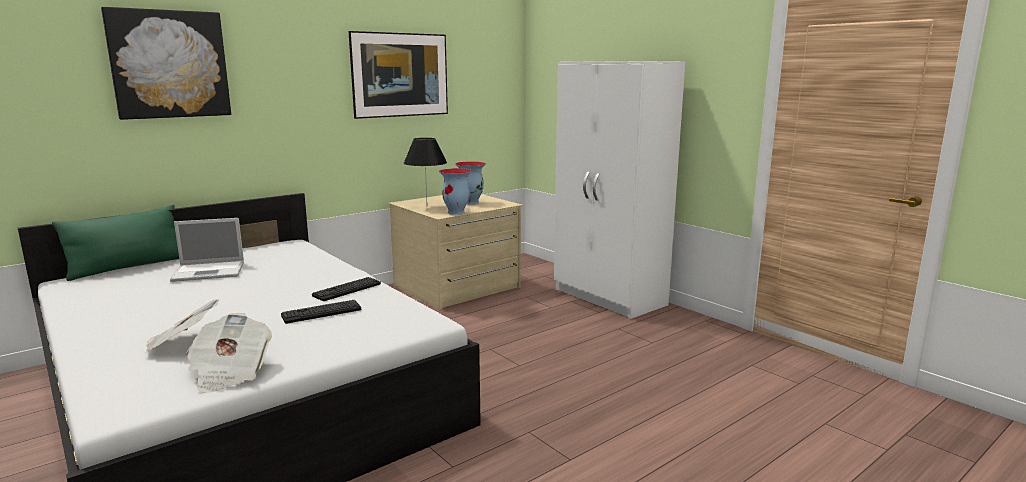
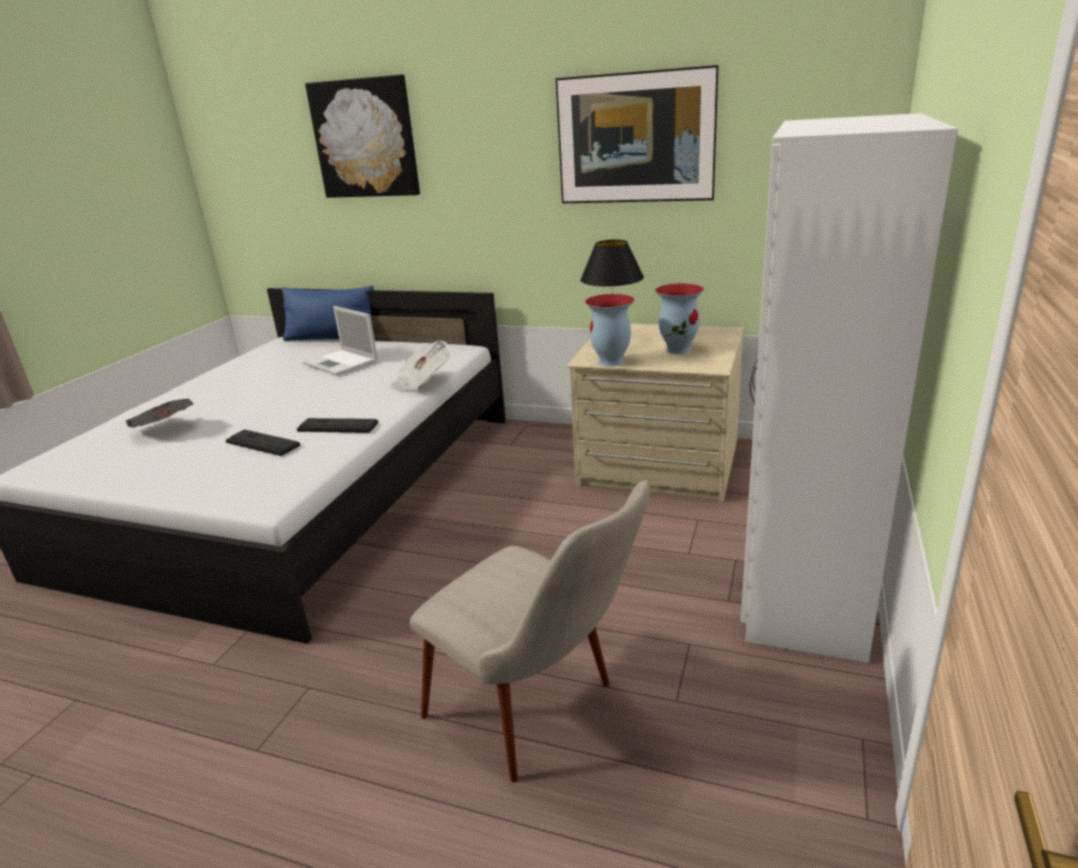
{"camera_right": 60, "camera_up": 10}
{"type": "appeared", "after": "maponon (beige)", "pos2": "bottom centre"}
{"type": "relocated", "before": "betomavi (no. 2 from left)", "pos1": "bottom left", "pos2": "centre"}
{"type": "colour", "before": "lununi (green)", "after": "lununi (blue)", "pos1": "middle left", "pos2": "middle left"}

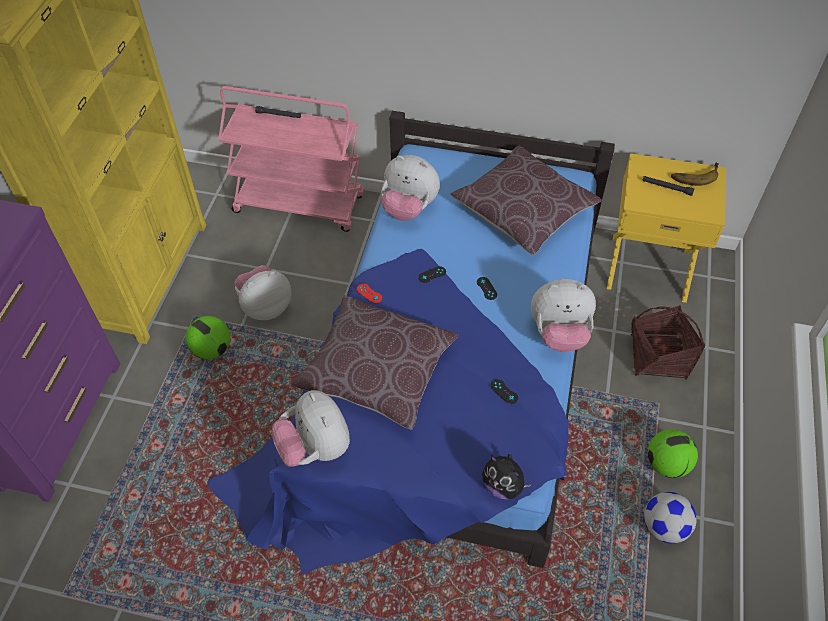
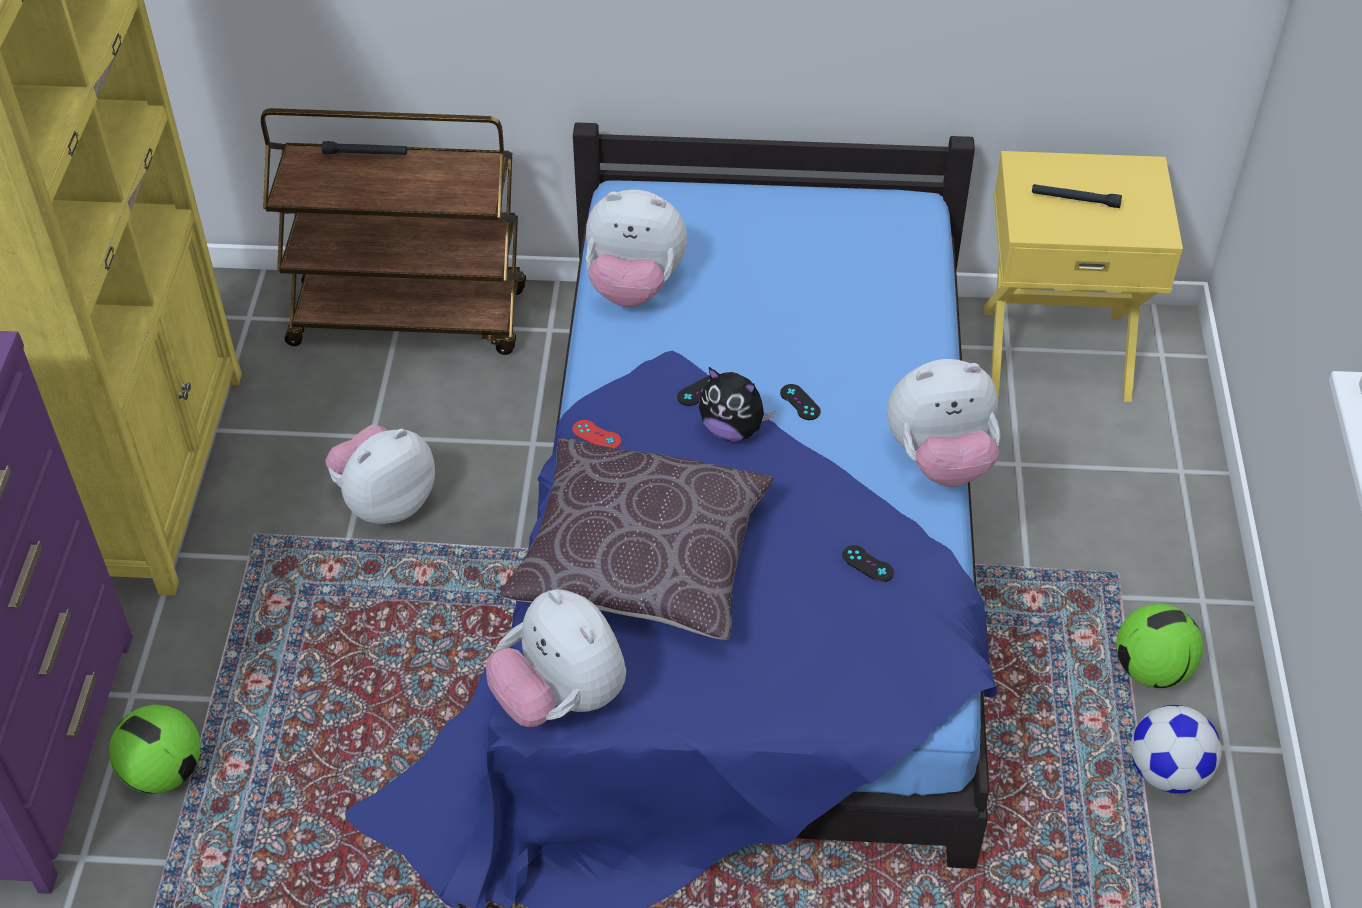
{"camera_right": -10, "camera_up": -5}
{"type": "missing", "before": "lununi (brown) (no. 2 from left)", "pos1": "top centre"}
{"type": "missing", "before": "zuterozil", "pos1": "middle right"}
{"type": "missing", "before": "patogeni", "pos1": "top right"}
{"type": "relocated", "before": "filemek (no. 1 from left)", "pos1": "middle left", "pos2": "bottom left"}
{"type": "relocated", "before": "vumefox (no. 4 from left)", "pos1": "bottom centre", "pos2": "centre"}
{"type": "colour", "before": "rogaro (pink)", "after": "rogaro (brown)", "pos1": "top centre", "pos2": "top left"}

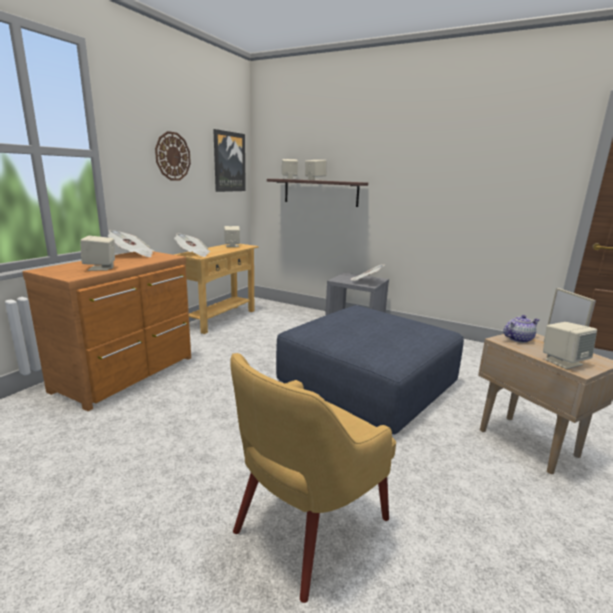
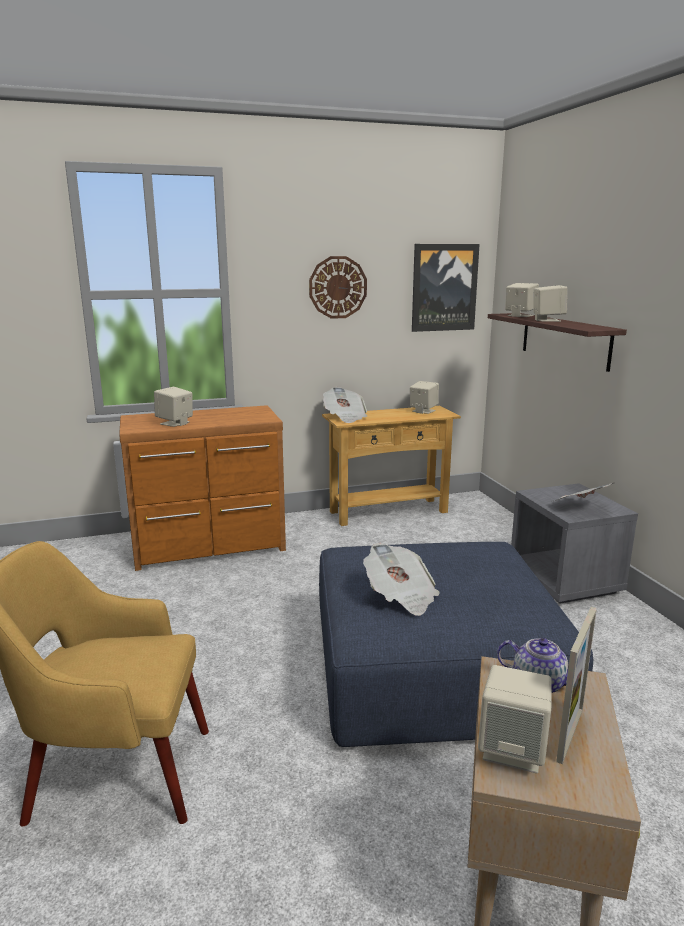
{"camera_right": 45, "camera_up": 0}
{"type": "relocated", "before": "betomavi (no. 1 from left in the first image)", "after": "betomavi (no. 2 from left)", "pos1": "middle left", "pos2": "centre"}

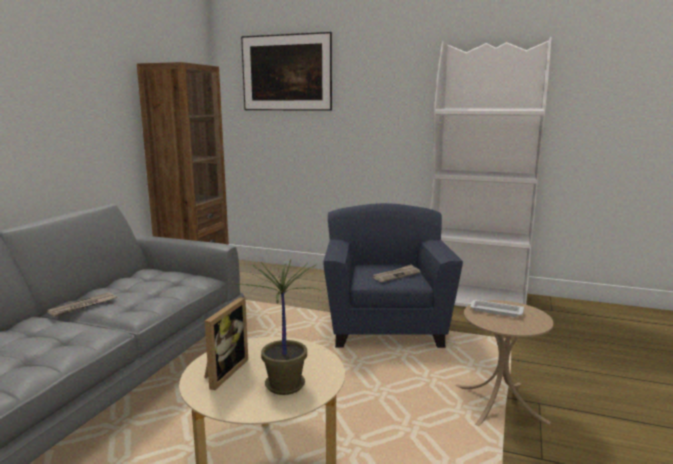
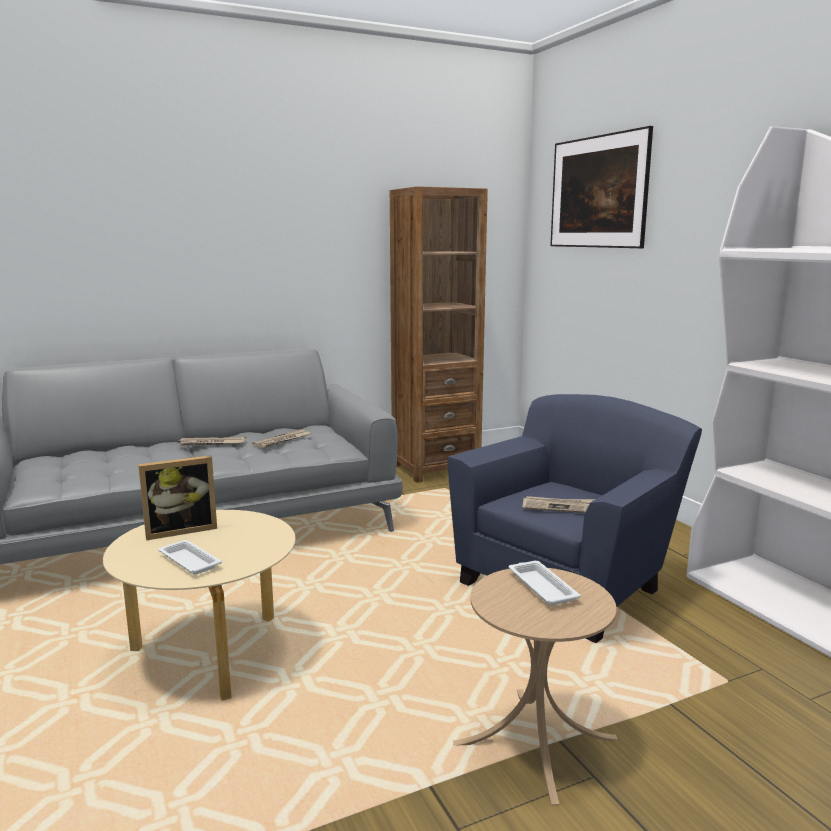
{"camera_right": 45, "camera_up": 0}
{"type": "appeared", "after": "betomavi (no. 2 from left)", "pos2": "centre"}
{"type": "exchanged", "before": "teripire", "after": "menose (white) (no. 1 from left)", "pos1": "bottom centre", "pos2": "bottom left"}

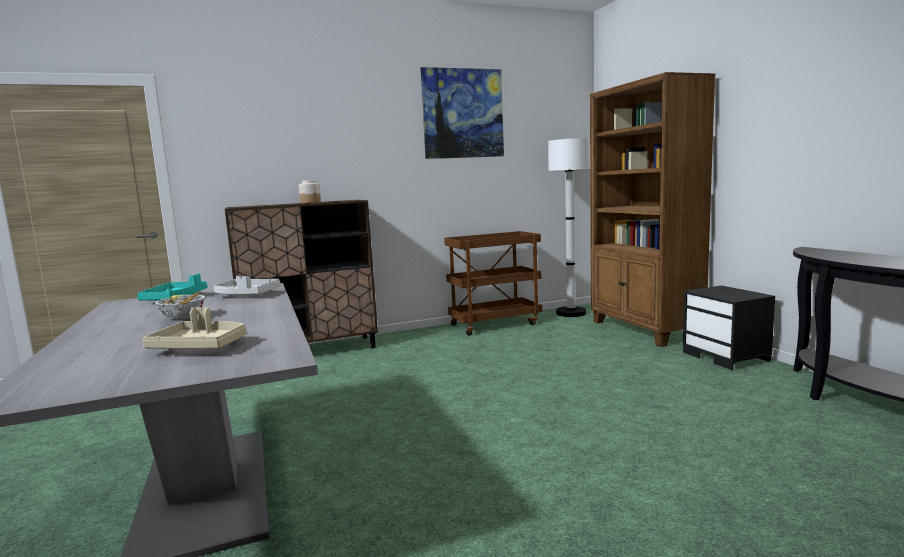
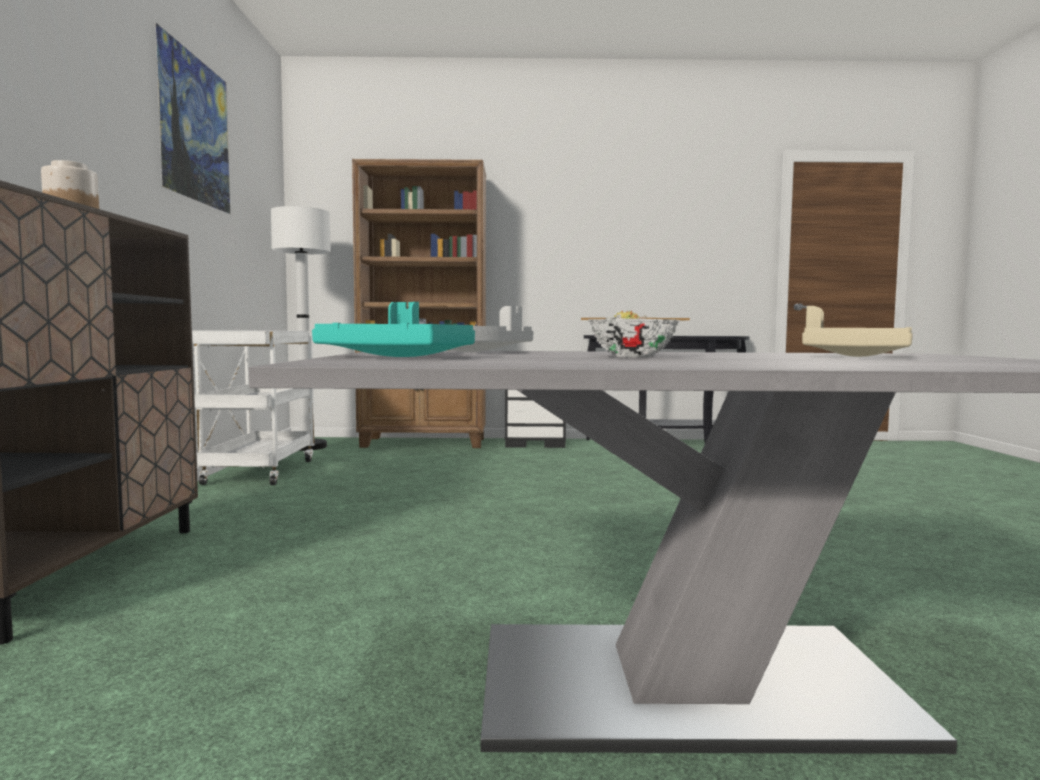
{"camera_right": -70, "camera_up": -5}
{"type": "colour", "before": "rogaro (brown)", "after": "rogaro (white)", "pos1": "centre", "pos2": "middle left"}

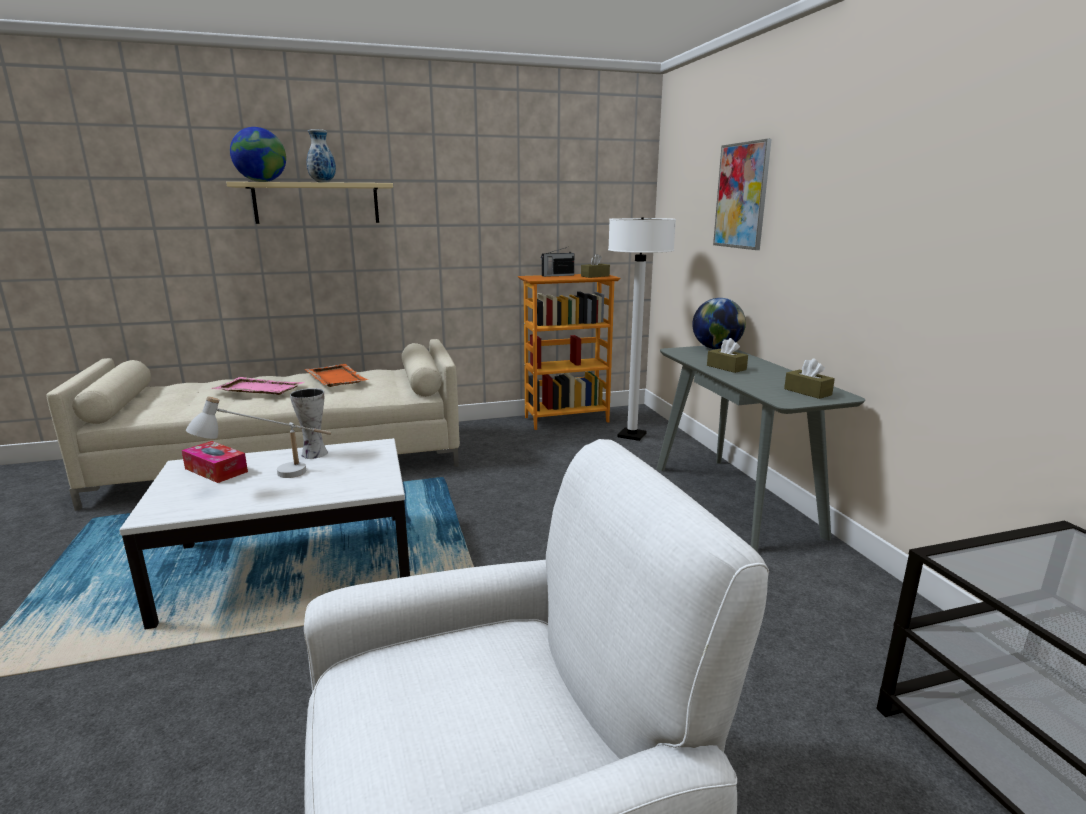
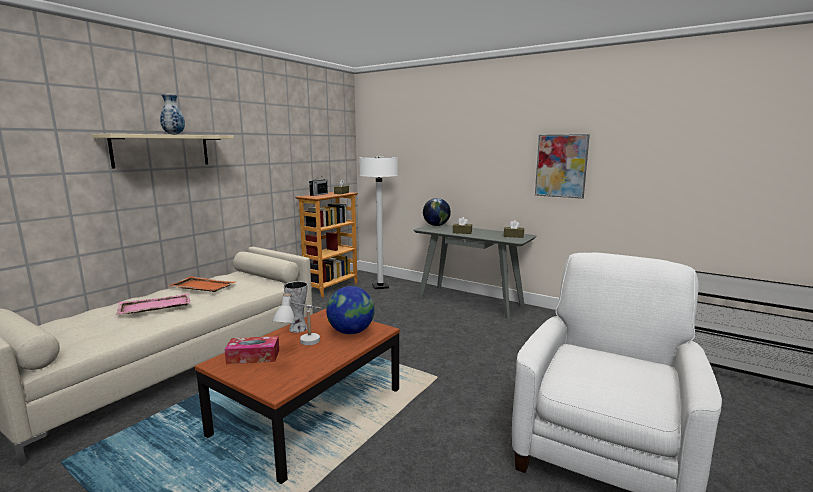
{"camera_right": -40, "camera_up": -5}
{"type": "relocated", "before": "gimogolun (no. 1 from left)", "pos1": "top left", "pos2": "centre"}
{"type": "relocated", "before": "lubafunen", "pos1": "top right", "pos2": "middle right"}
{"type": "colour", "before": "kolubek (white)", "after": "kolubek (brown)", "pos1": "middle left", "pos2": "bottom centre"}

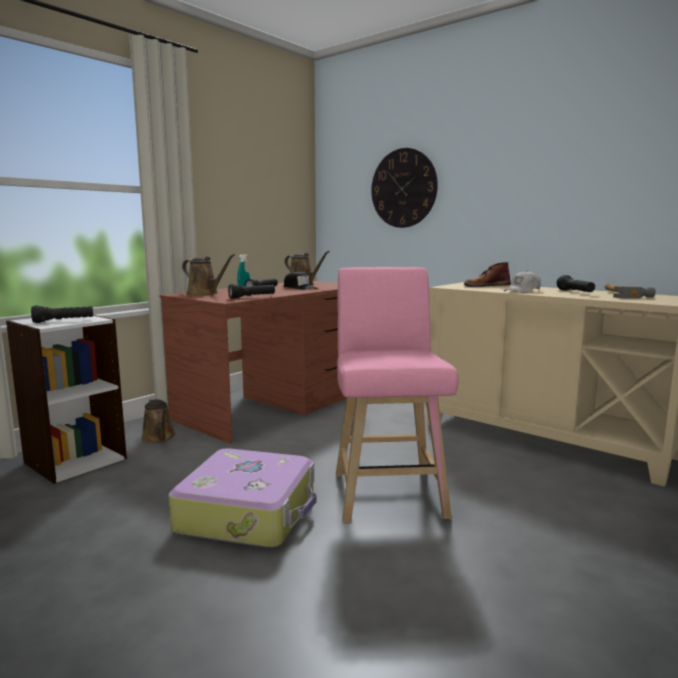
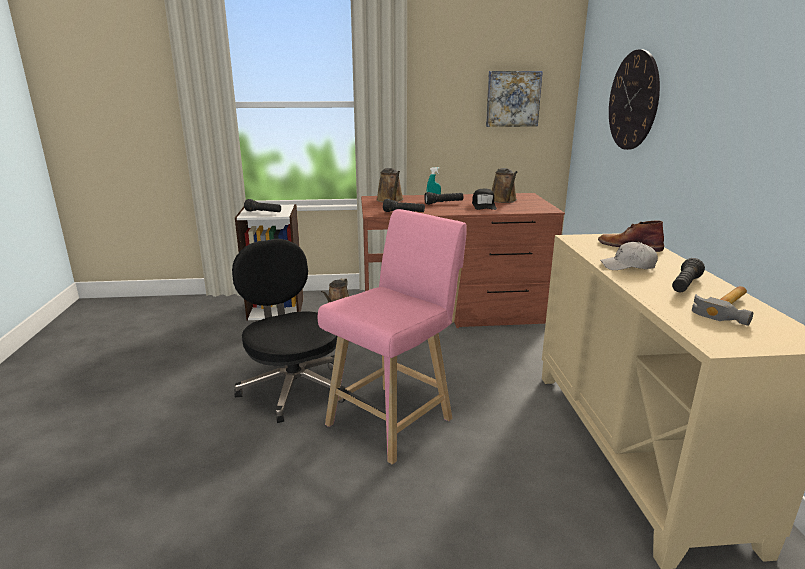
{"camera_right": 45, "camera_up": 10}
{"type": "appeared", "after": "lubafunen", "pos2": "top centre"}
{"type": "exchanged", "before": "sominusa", "after": "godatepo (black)", "pos1": "bottom centre", "pos2": "centre"}

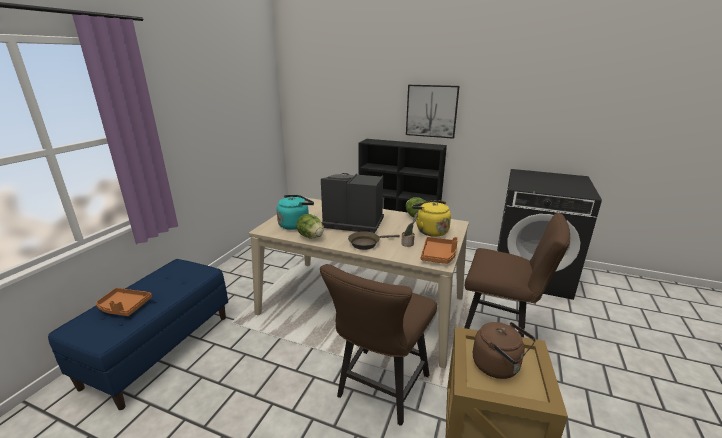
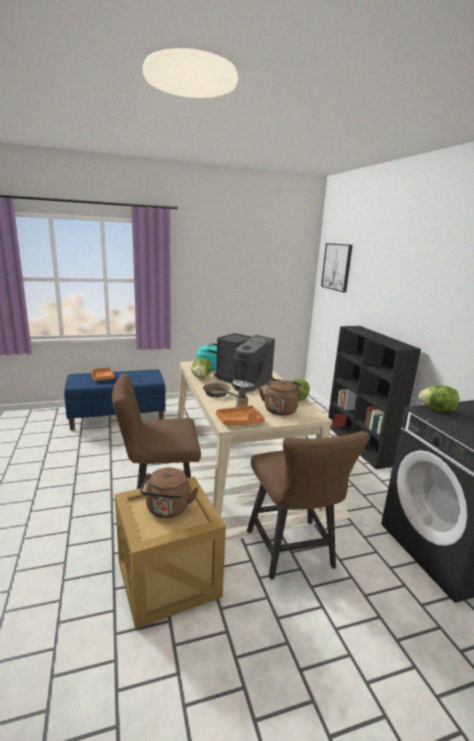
{"camera_right": 50, "camera_up": -5}
{"type": "appeared", "after": "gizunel (no. 3 from left)", "pos2": "middle right"}
{"type": "relocated", "before": "lubafunen", "pos1": "top centre", "pos2": "middle right"}
{"type": "colour", "before": "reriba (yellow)", "after": "reriba (brown) (no. 2 from left)", "pos1": "centre", "pos2": "centre"}
{"type": "spun", "before": "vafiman", "pos1": "centre", "pos2": "centre", "turn": 150}

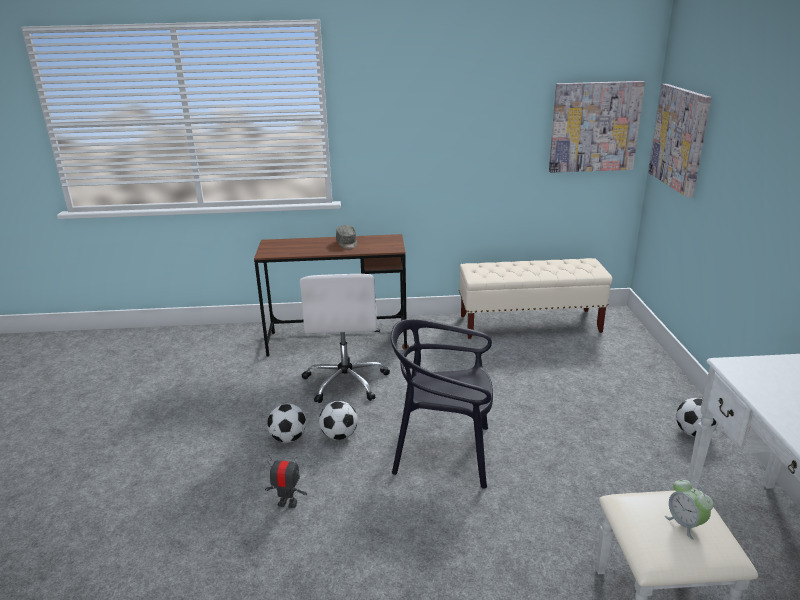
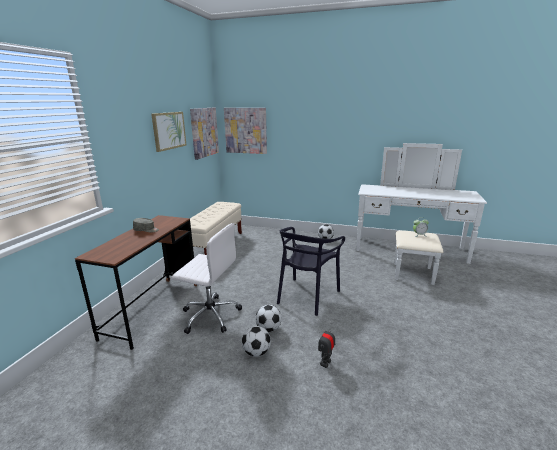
{"camera_right": -70, "camera_up": -5}
{"type": "appeared", "after": "lubafunen (no. 1 from left)", "pos2": "top left"}

